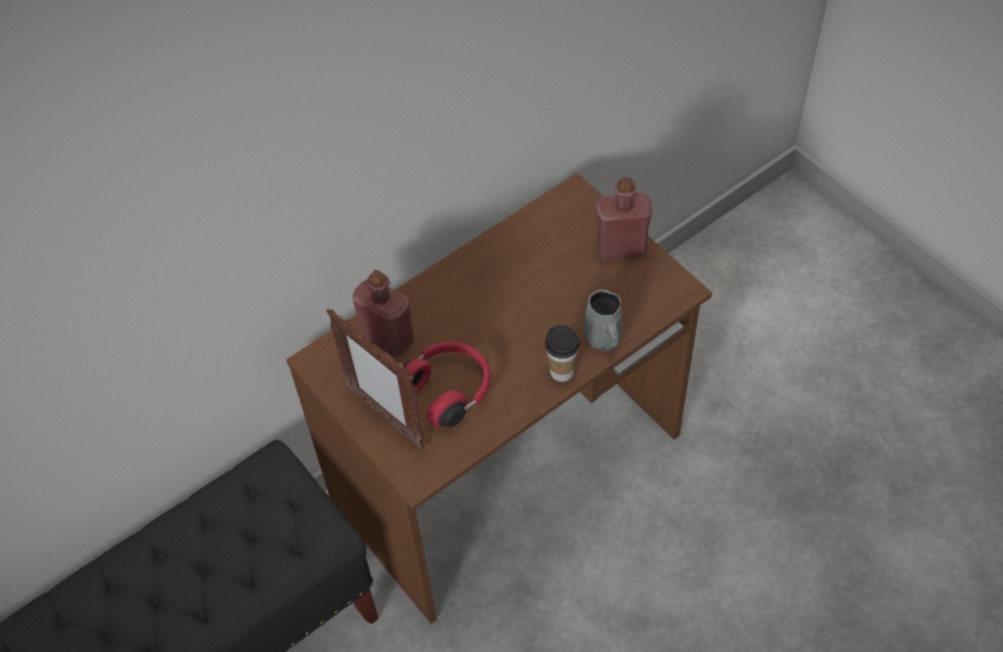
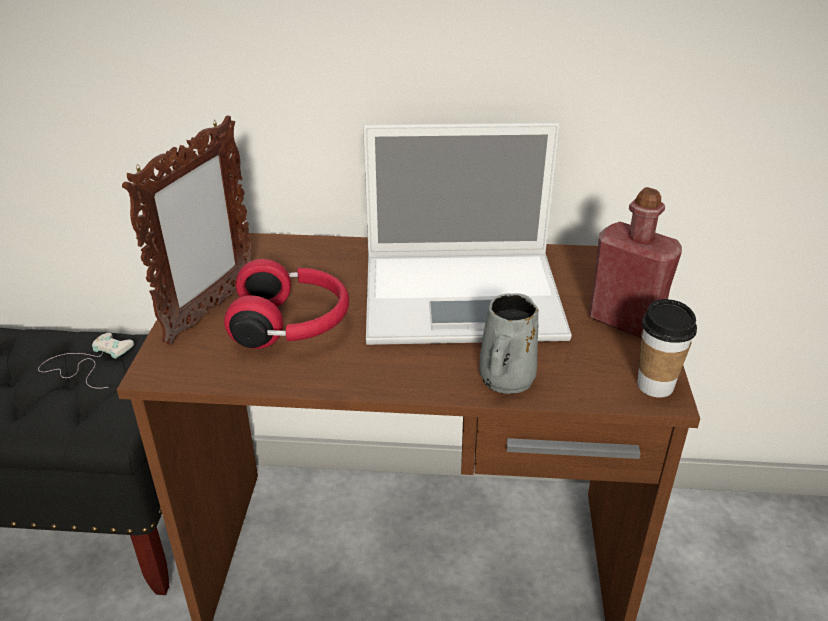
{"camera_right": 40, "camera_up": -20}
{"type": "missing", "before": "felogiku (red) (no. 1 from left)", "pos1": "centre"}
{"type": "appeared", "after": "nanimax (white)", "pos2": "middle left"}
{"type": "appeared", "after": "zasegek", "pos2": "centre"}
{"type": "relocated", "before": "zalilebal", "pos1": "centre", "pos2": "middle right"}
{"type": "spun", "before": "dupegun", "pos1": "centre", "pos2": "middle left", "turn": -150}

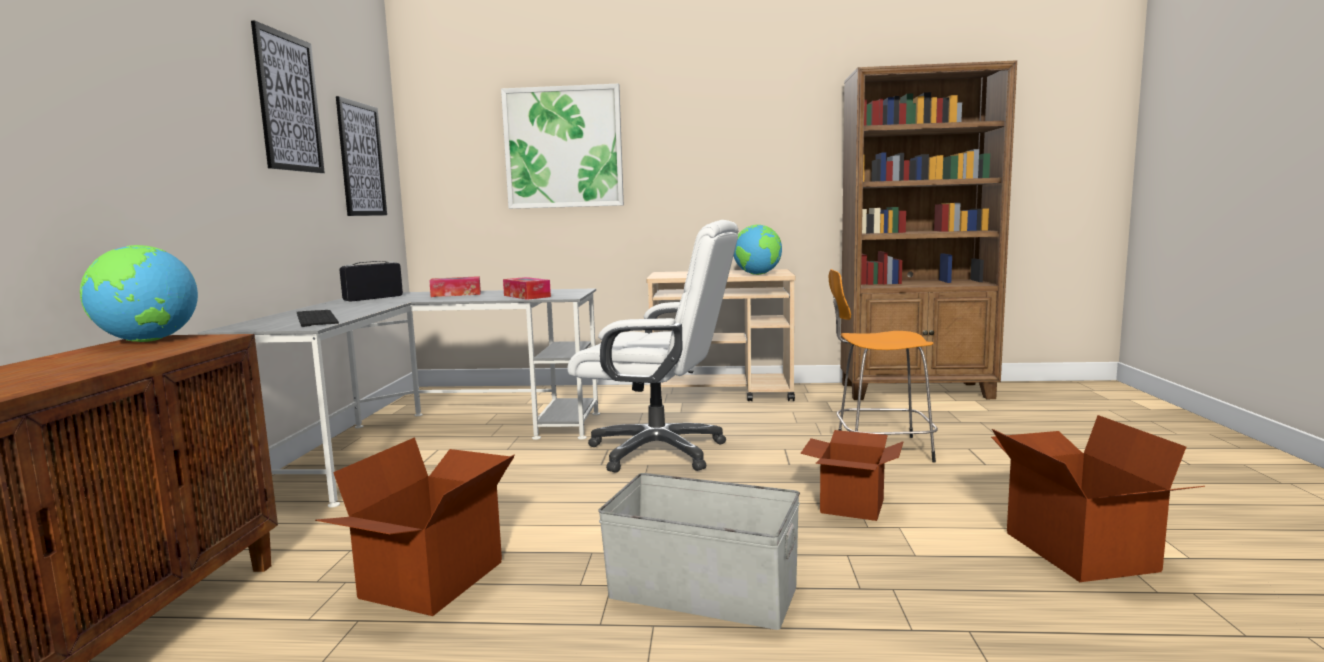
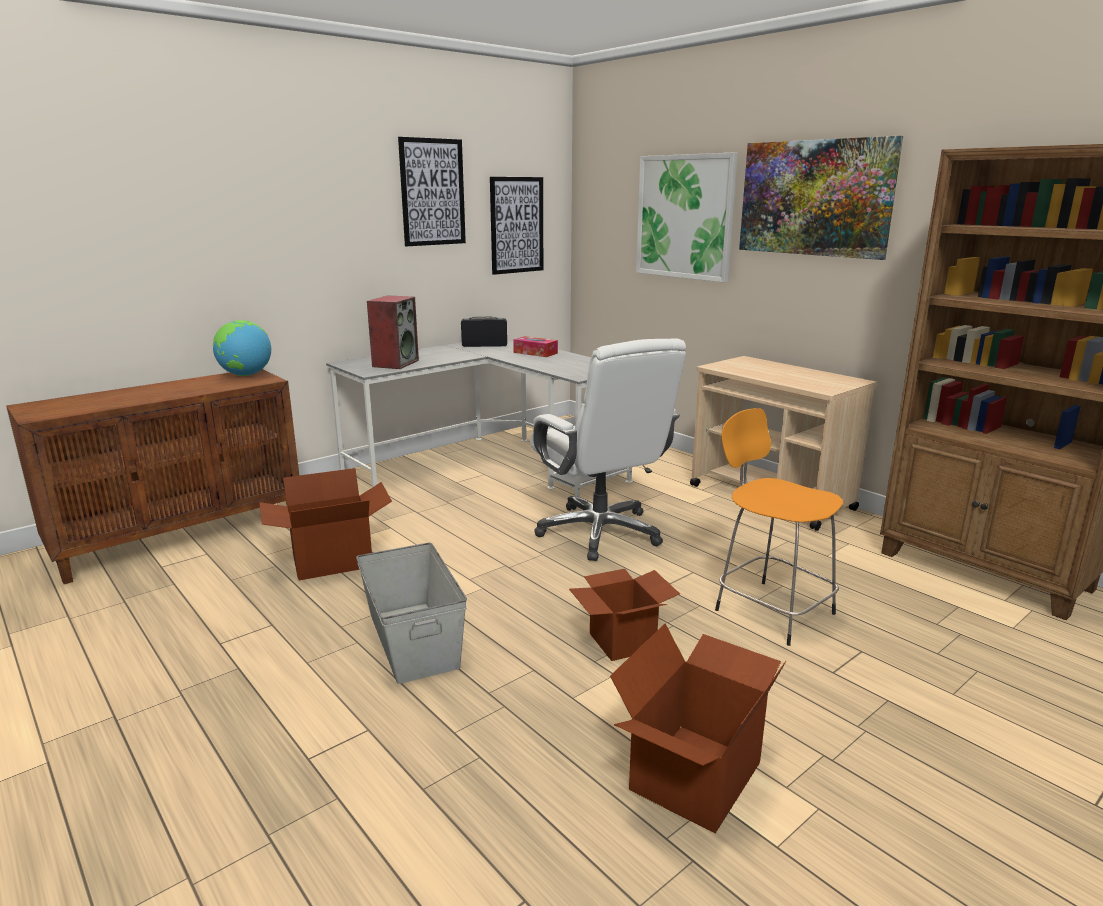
{"camera_right": 45, "camera_up": 10}
{"type": "missing", "before": "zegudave (no. 2 from left)", "pos1": "centre"}
{"type": "missing", "before": "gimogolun (no. 2 from left)", "pos1": "centre"}
{"type": "appeared", "after": "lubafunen (no. 4 from left)", "pos2": "top right"}
{"type": "exchanged", "before": "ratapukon", "after": "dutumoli", "pos1": "middle left", "pos2": "centre"}

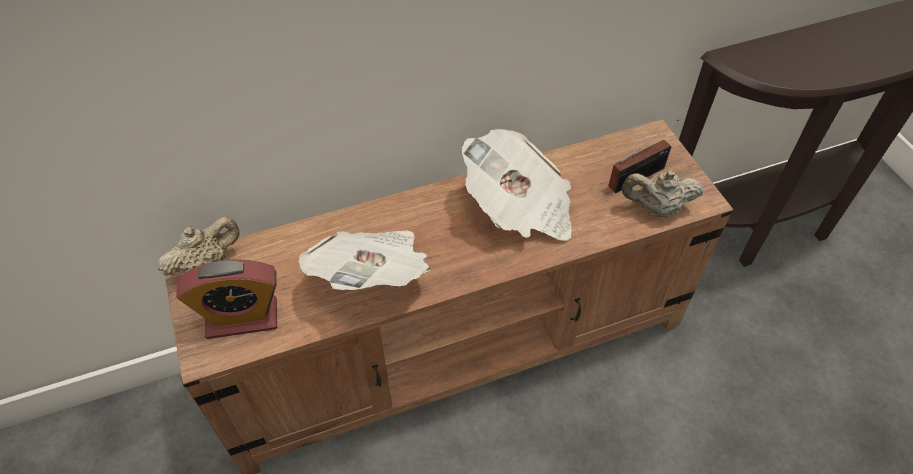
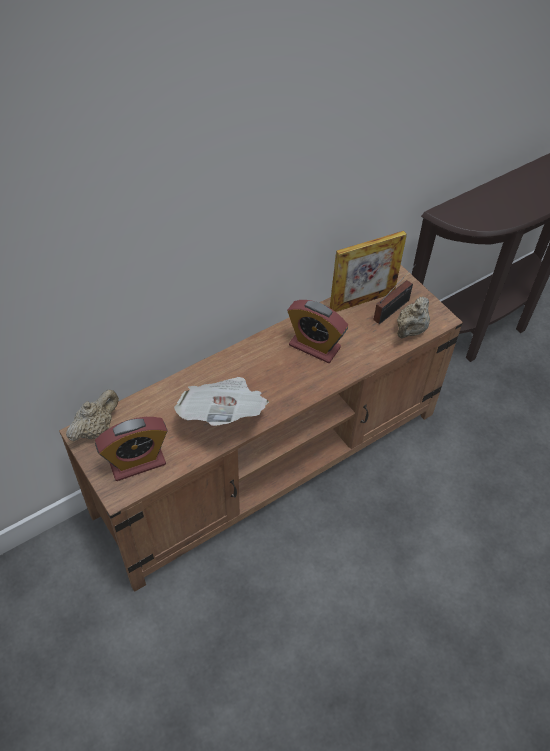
{"camera_right": -15, "camera_up": 0}
{"type": "appeared", "after": "dupegun", "pos2": "middle right"}
{"type": "exchanged", "before": "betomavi (no. 2 from left)", "after": "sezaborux (no. 2 from left)", "pos1": "centre", "pos2": "centre"}
{"type": "spun", "before": "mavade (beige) (no. 2 from left)", "pos1": "middle right", "pos2": "middle right", "turn": -45}

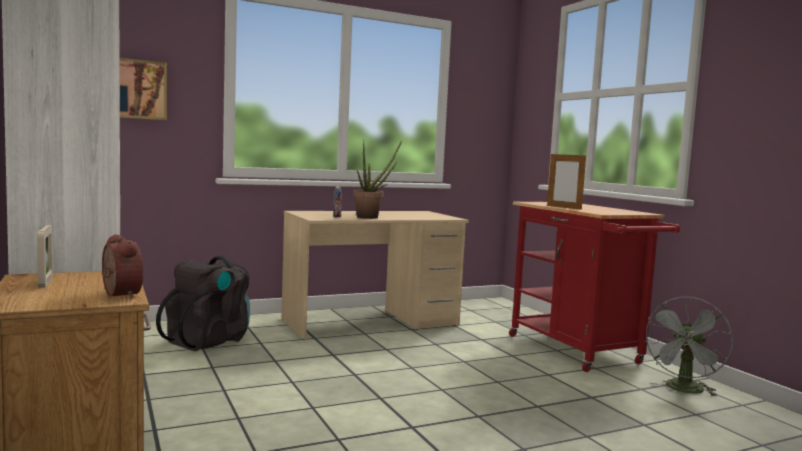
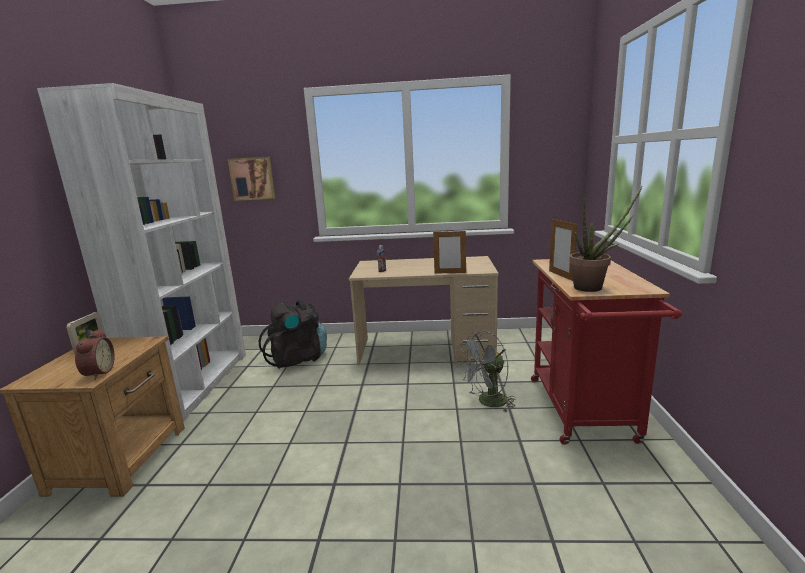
{"camera_right": 30, "camera_up": 10}
{"type": "appeared", "after": "dupegun (no. 2 from left)", "pos2": "centre"}
{"type": "relocated", "before": "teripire", "pos1": "centre", "pos2": "middle right"}
{"type": "relocated", "before": "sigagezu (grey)", "pos1": "bottom right", "pos2": "centre"}

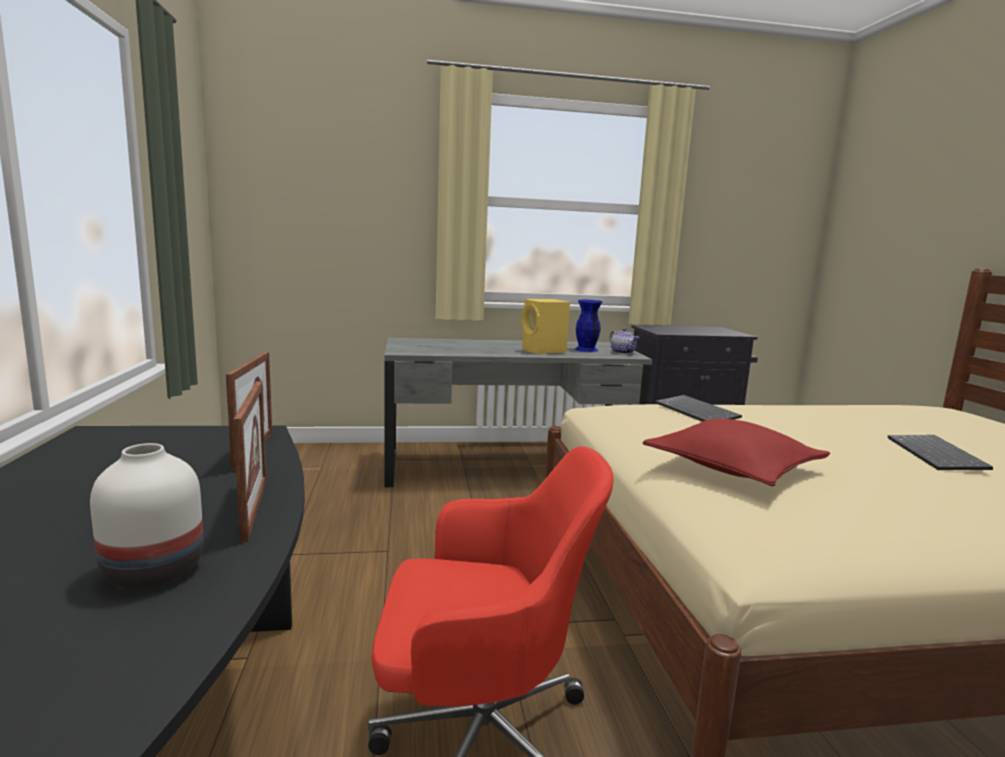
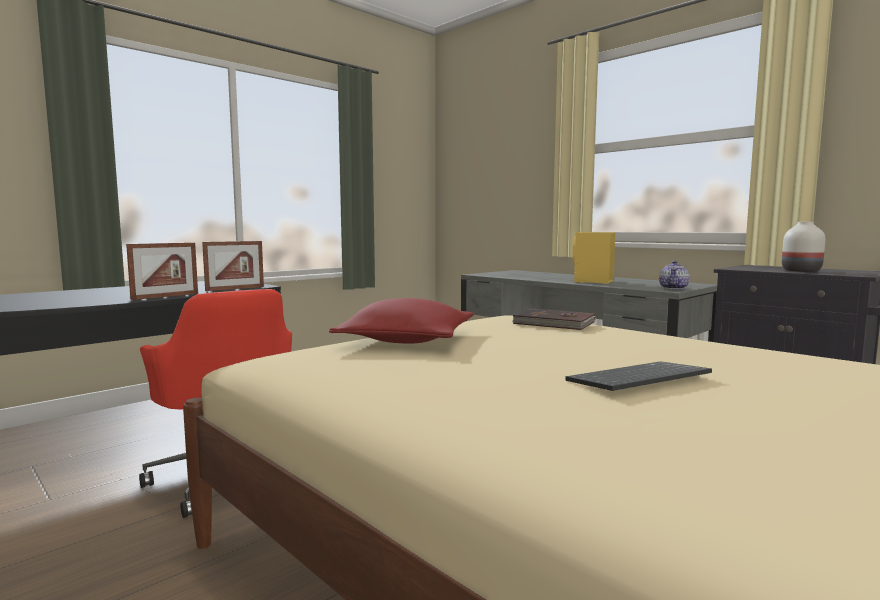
{"camera_right": 55, "camera_up": -5}
{"type": "missing", "before": "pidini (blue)", "pos1": "centre"}
{"type": "relocated", "before": "pidini (white)", "pos1": "bottom left", "pos2": "middle right"}
{"type": "exchanged", "before": "ratapukon (no. 1 from left)", "after": "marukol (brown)", "pos1": "middle right", "pos2": "centre"}

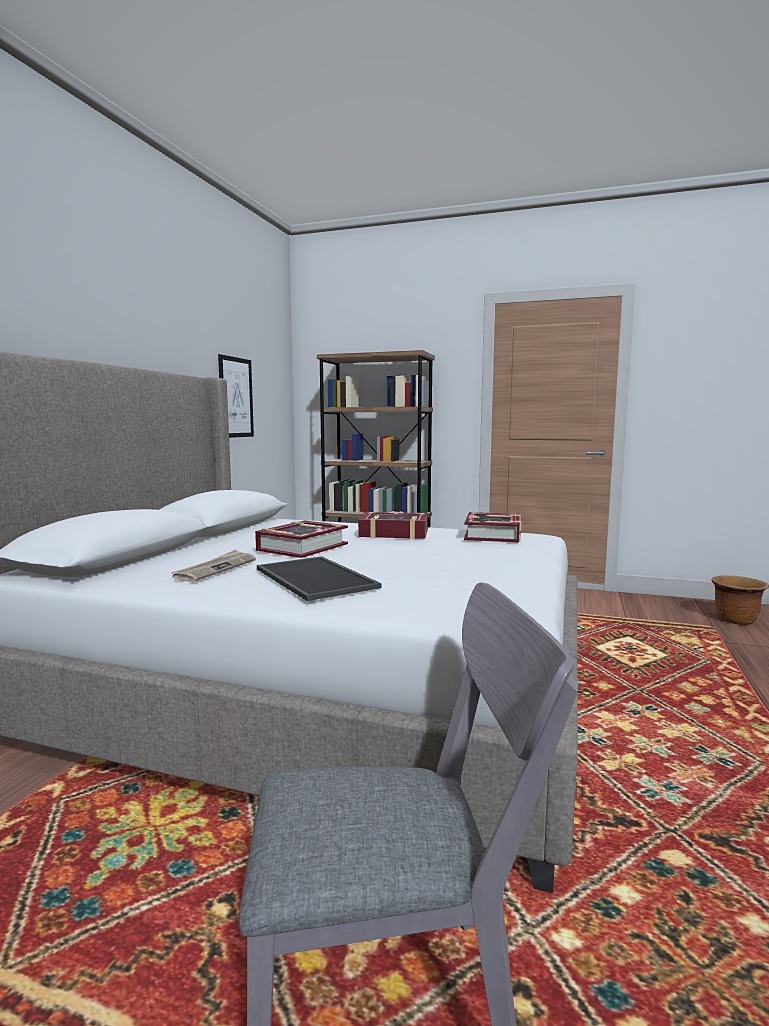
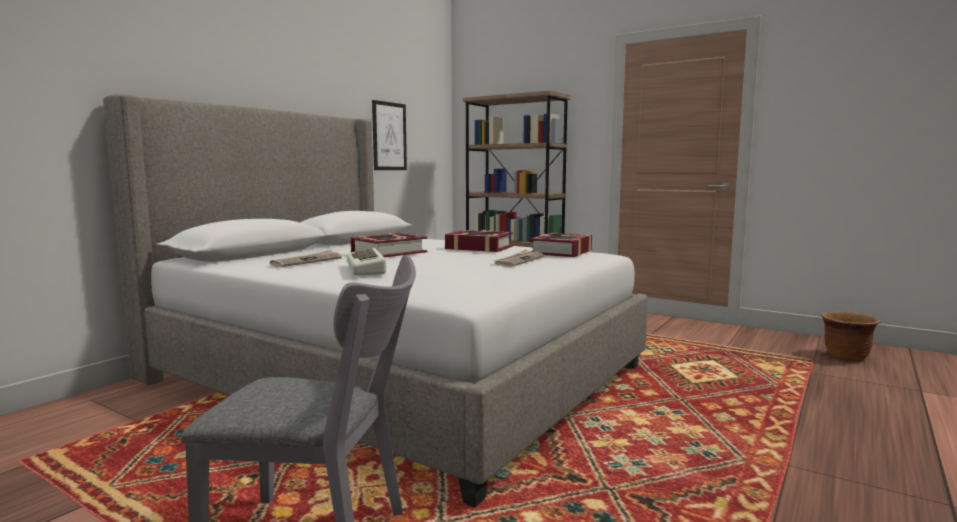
{"camera_right": 15, "camera_up": 0}
{"type": "appeared", "after": "betomavi (no. 2 from left)", "pos2": "centre"}
{"type": "exchanged", "before": "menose", "after": "ratapukon", "pos1": "centre", "pos2": "centre"}

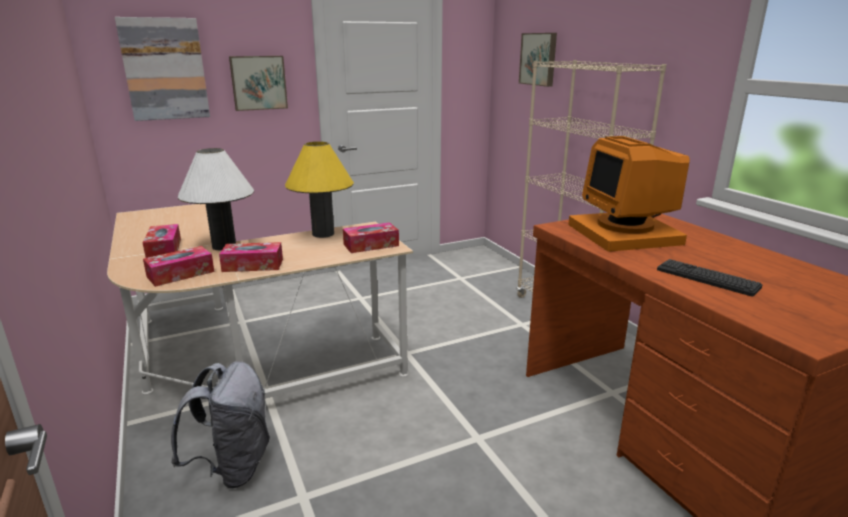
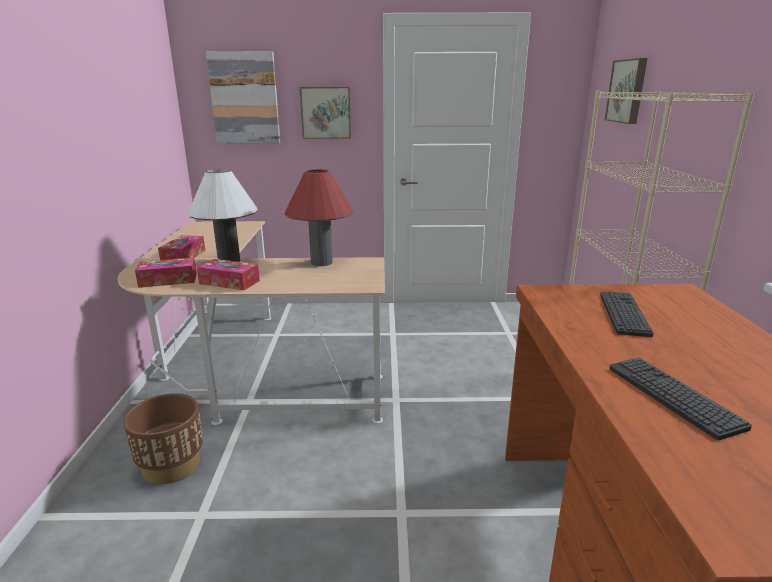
{"camera_right": 25, "camera_up": 0}
{"type": "missing", "before": "zegudave (no. 4 from left)", "pos1": "centre"}
{"type": "exchanged", "before": "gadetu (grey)", "after": "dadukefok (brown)", "pos1": "bottom left", "pos2": "bottom left"}
{"type": "exchanged", "before": "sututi", "after": "ratapukon (no. 1 from left)", "pos1": "middle right", "pos2": "middle right"}
{"type": "colour", "before": "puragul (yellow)", "after": "puragul (red)", "pos1": "centre", "pos2": "centre"}

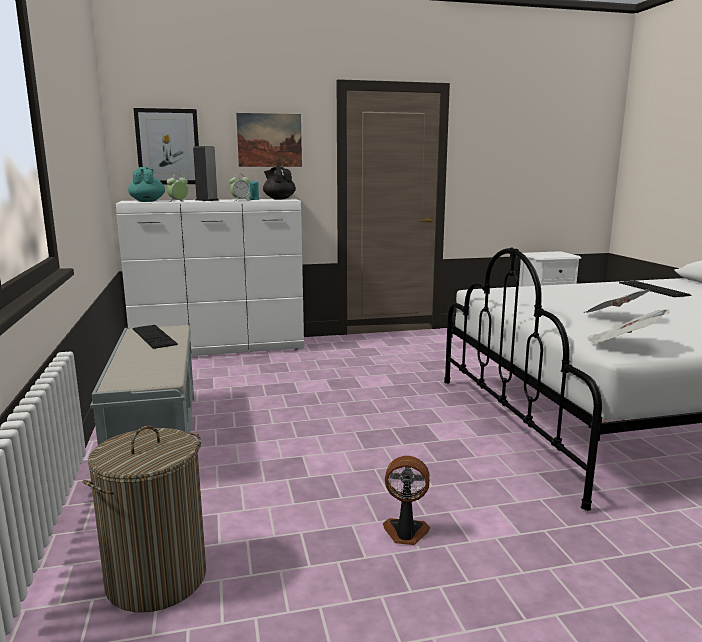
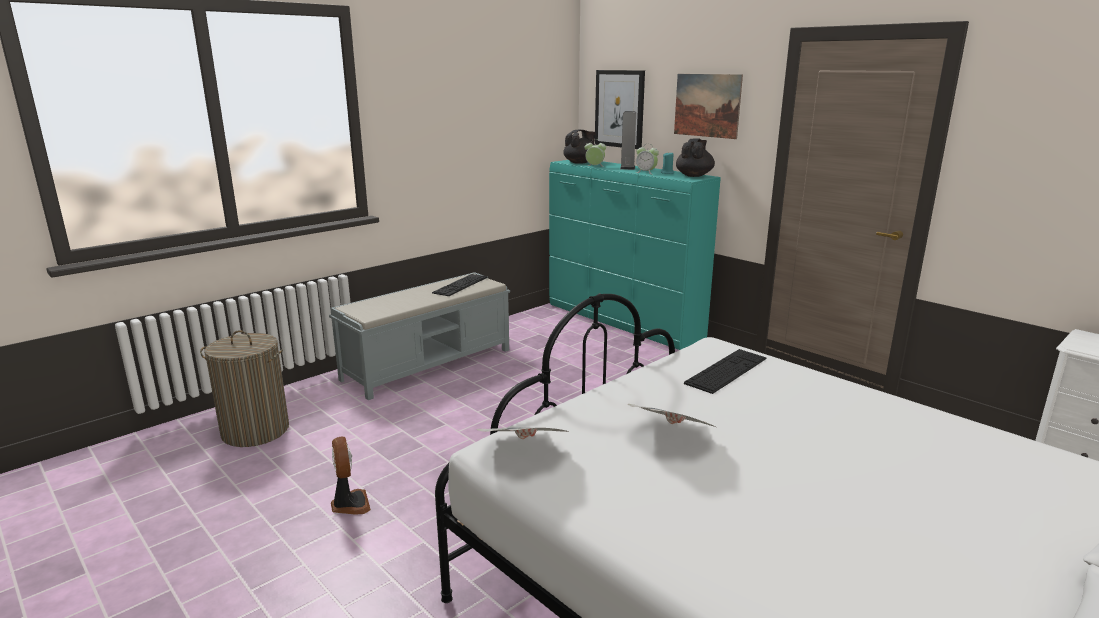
{"camera_right": 60, "camera_up": 5}
{"type": "relocated", "before": "ratapukon (no. 2 from left)", "pos1": "middle right", "pos2": "centre"}
{"type": "colour", "before": "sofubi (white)", "after": "sofubi (turquoise)", "pos1": "middle left", "pos2": "centre"}
{"type": "colour", "before": "mavade (turquoise)", "after": "mavade (black) (no. 1 from left)", "pos1": "top left", "pos2": "top centre"}

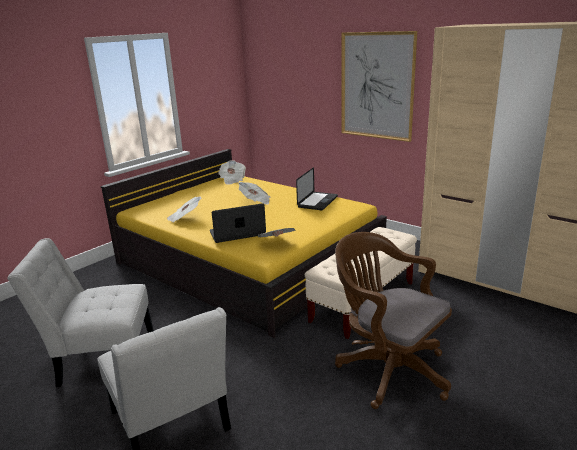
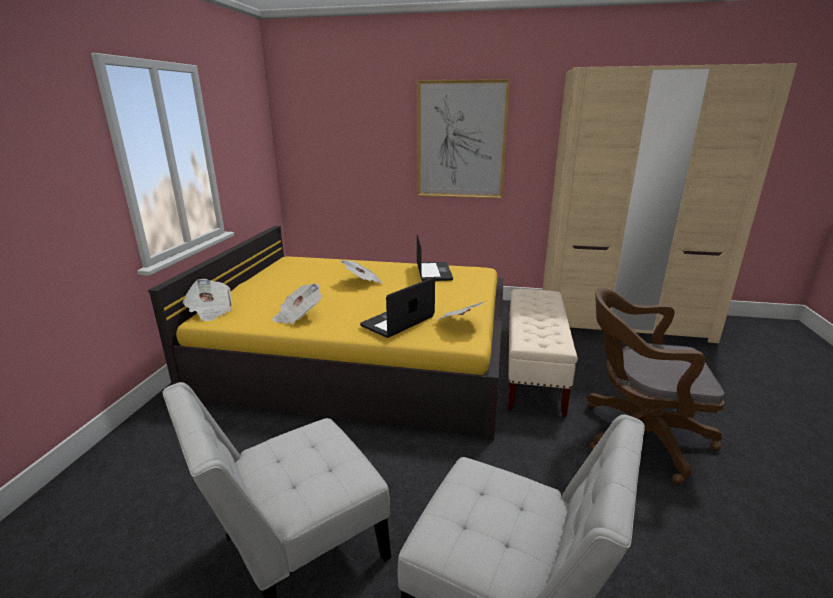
{"camera_right": -30, "camera_up": 0}
{"type": "relocated", "before": "betomavi (no. 2 from left in the first image)", "after": "betomavi (no. 1 from left)", "pos1": "centre", "pos2": "middle left"}

